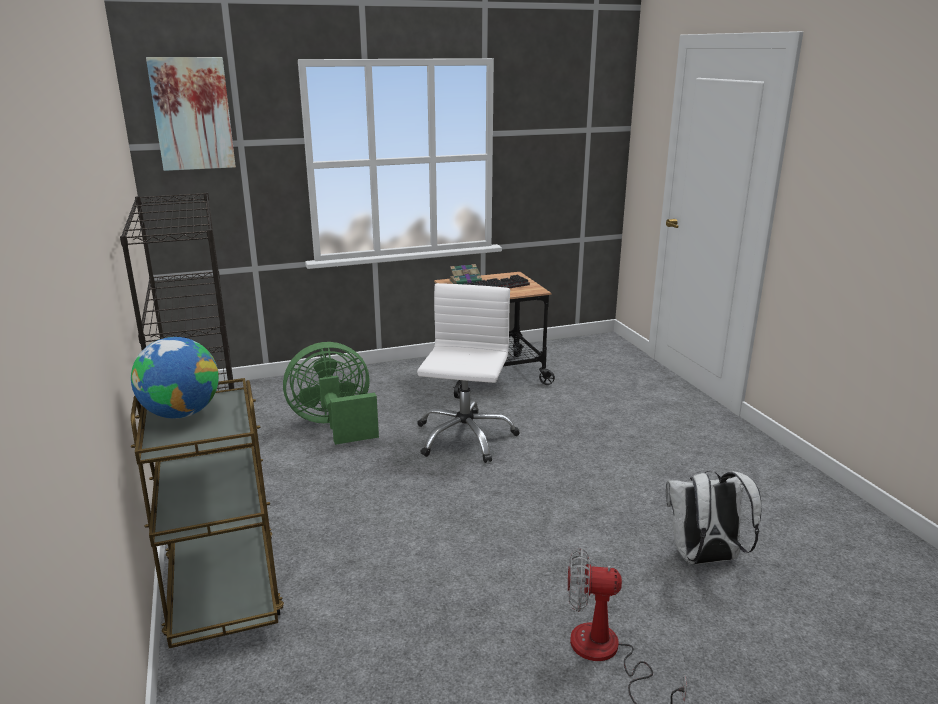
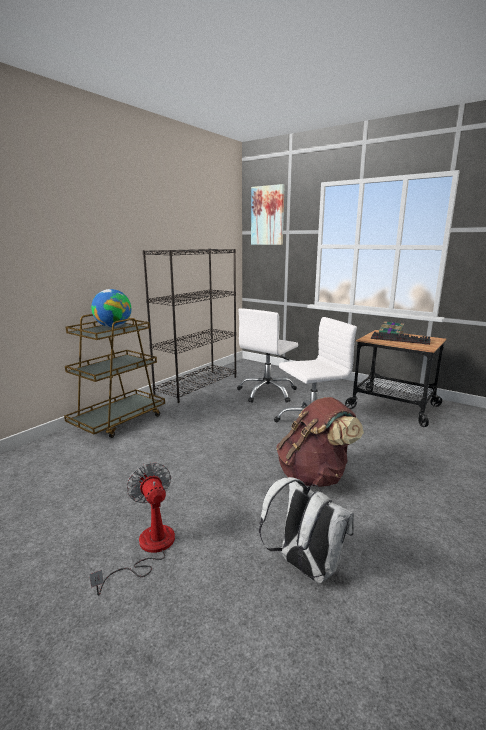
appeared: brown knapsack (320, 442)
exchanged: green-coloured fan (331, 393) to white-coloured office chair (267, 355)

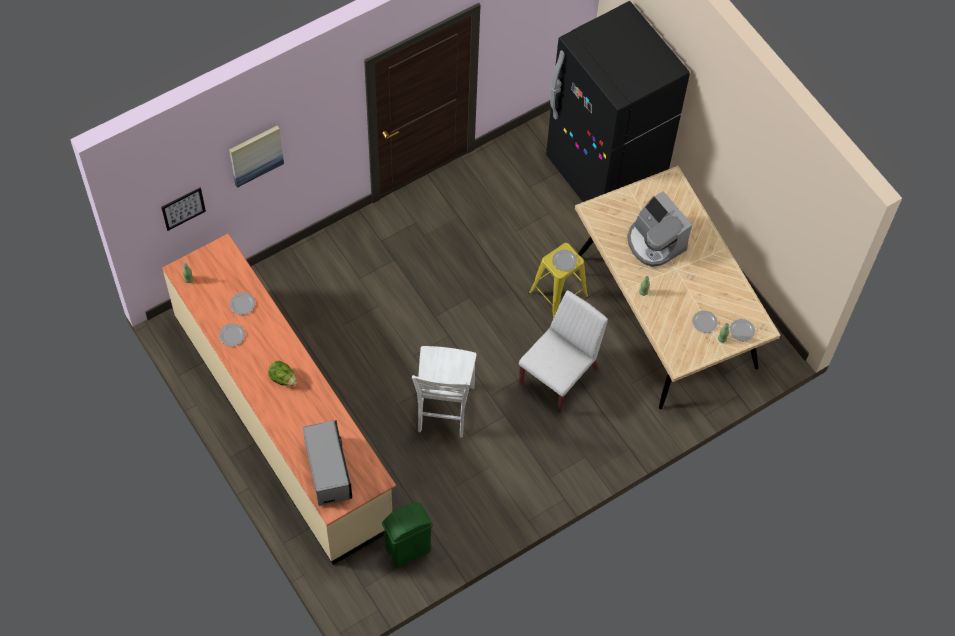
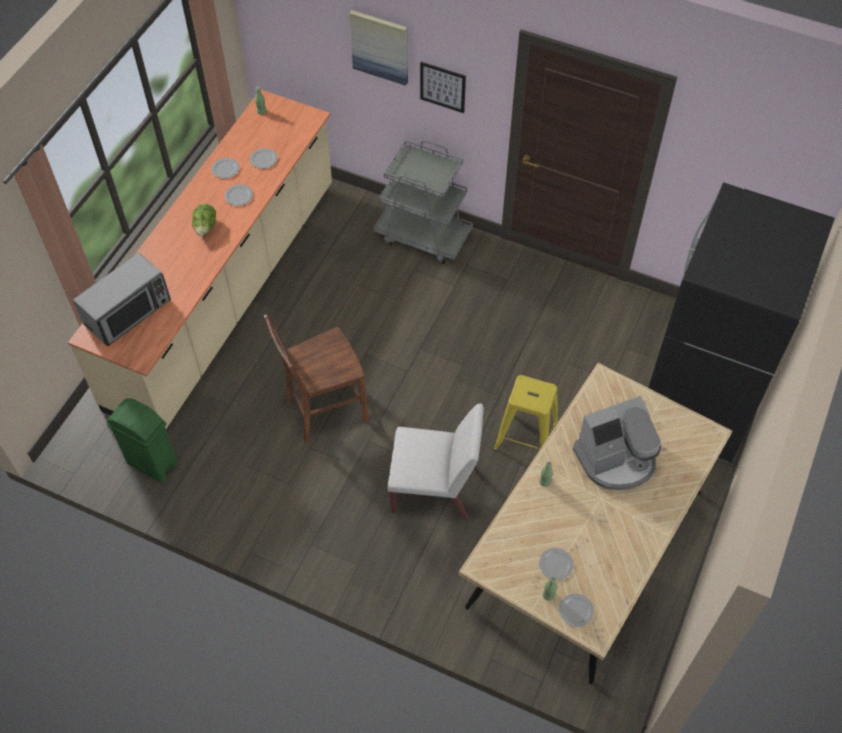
appeared: gray cart (423, 202)
relocated: flat dish (564, 260) to (239, 195); wall picture (183, 209) to (443, 87)
colour: white-coloured upright chair (444, 392) to brown upright chair (316, 378)
spun: coffee brewer (659, 229) = (617, 443) 135 degrees counterclockwise

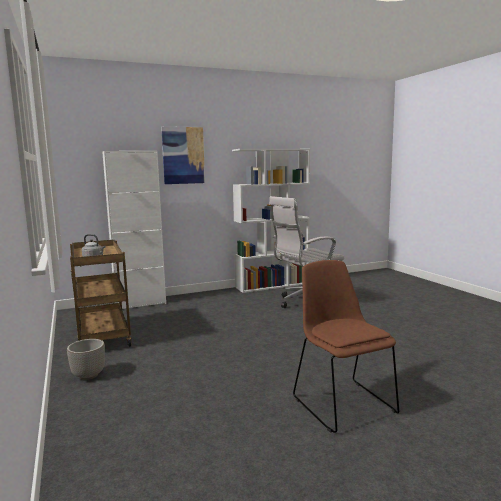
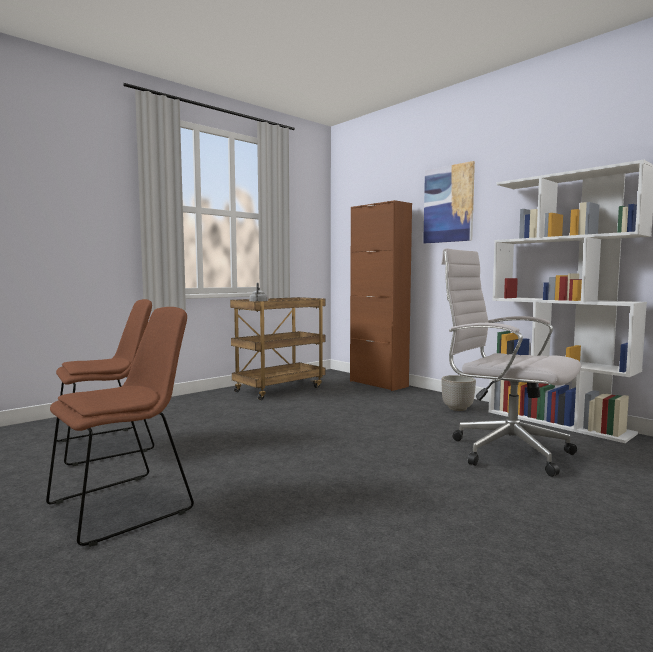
appeared: brown upright chair (105, 382)
relocated: flower pot (86, 359) to (458, 393)
colour: white-coloured cupboard (134, 230) to brown cupboard (381, 295)

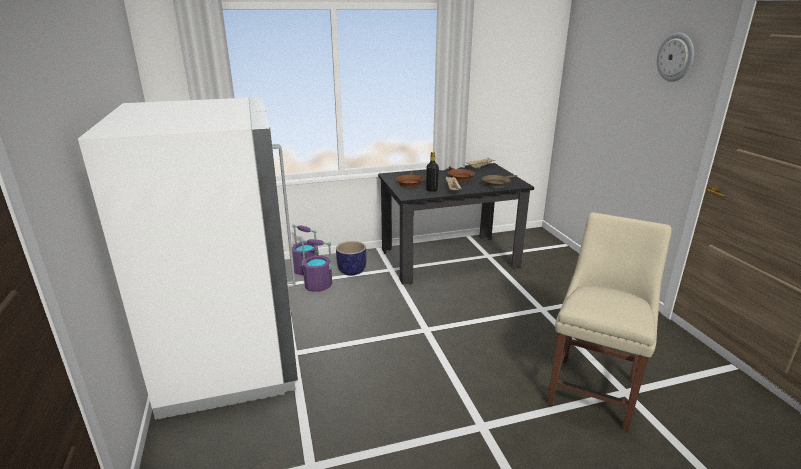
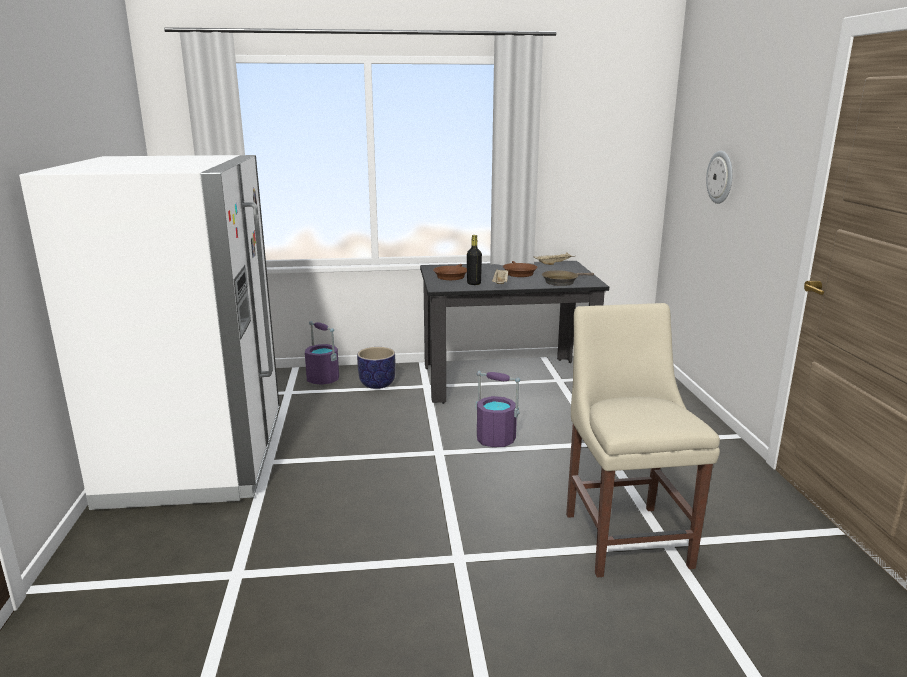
relocated: purple bucket (316, 265) to (498, 409); wall clock (675, 57) to (719, 177)
spun: beige-coloured upright chair (609, 322) = (643, 440) 45 degrees counterclockwise

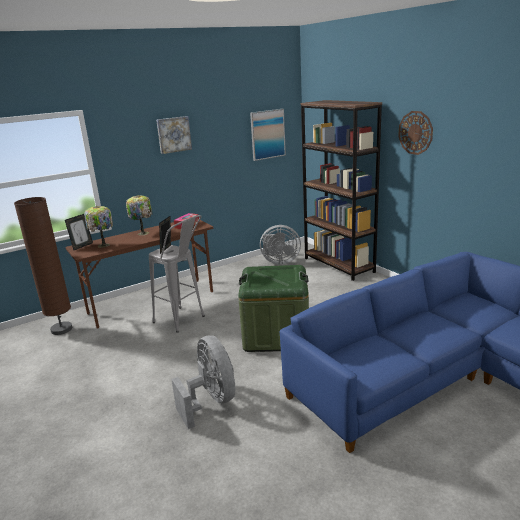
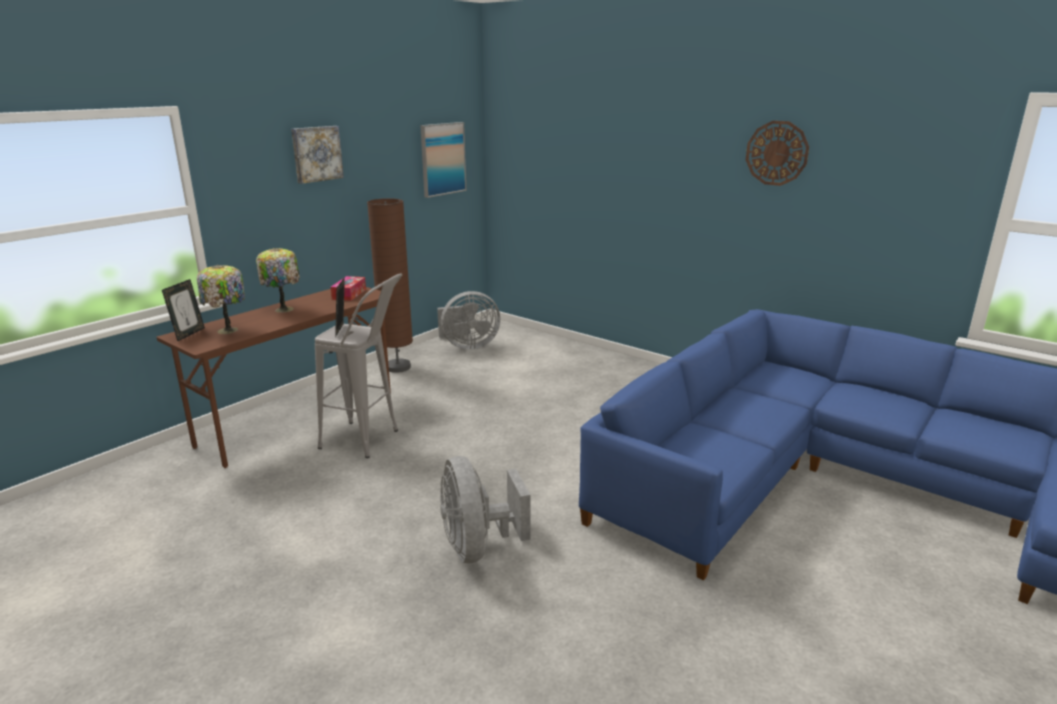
missing: green-coloured storage box (273, 308); brown shelving unit (341, 190)
relocated: brown standard lamp (43, 266) to (390, 285); wall clock (415, 133) to (777, 153)
spun: gray fan (203, 382) = (485, 509) 150 degrees counterclockwise

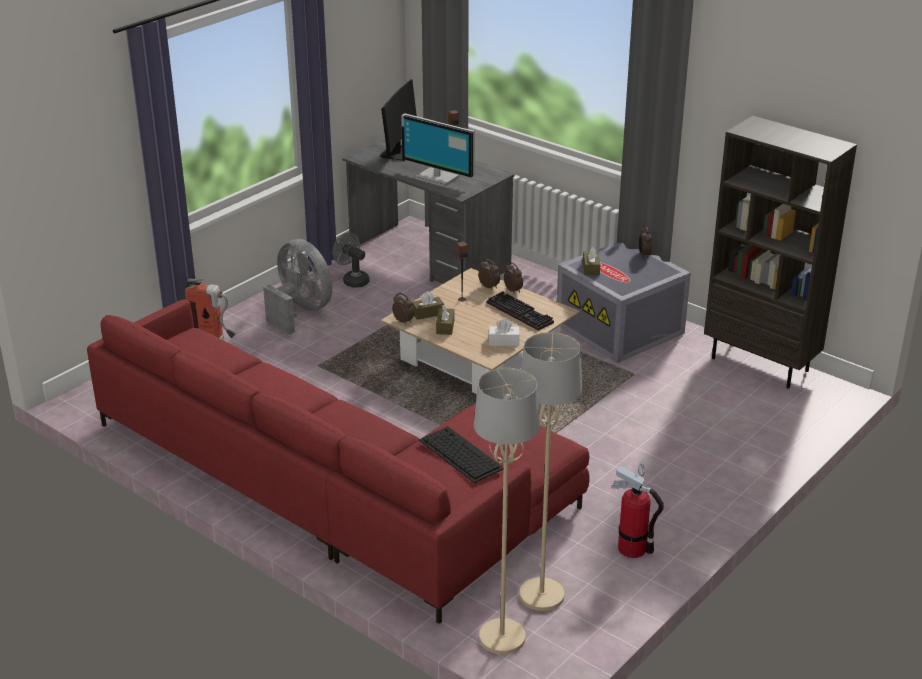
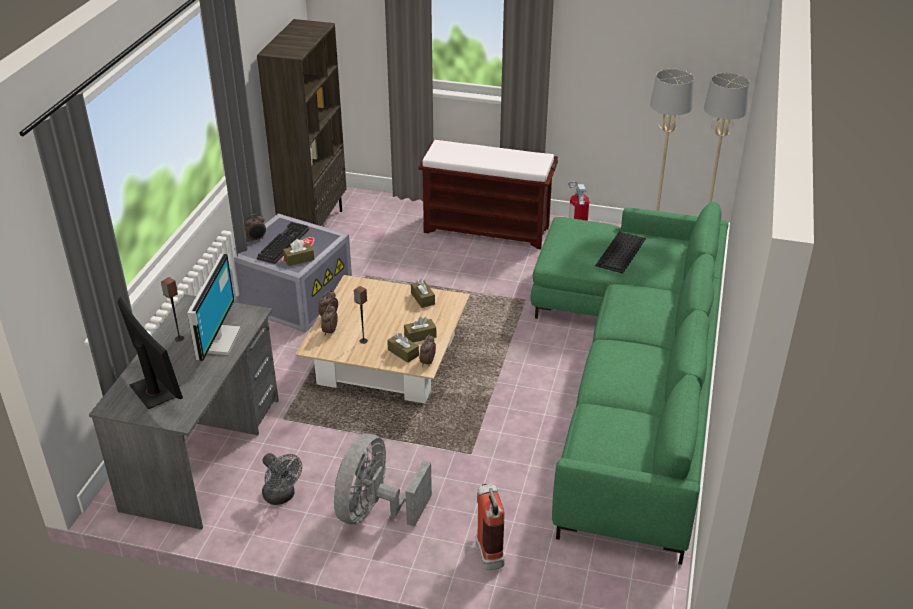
appeared: brown long seat (488, 194)
relocated: keyboard (520, 310) to (283, 243)
colour: white-coloured tissue holder (504, 332) to brown tissue holder (423, 294); red sofa (338, 461) to green-coloured sofa (629, 383)
spun: computer display (398, 120) = (150, 353) 60 degrees clockwise; gray fan (351, 260) = (282, 479) 60 degrees counterclockwise

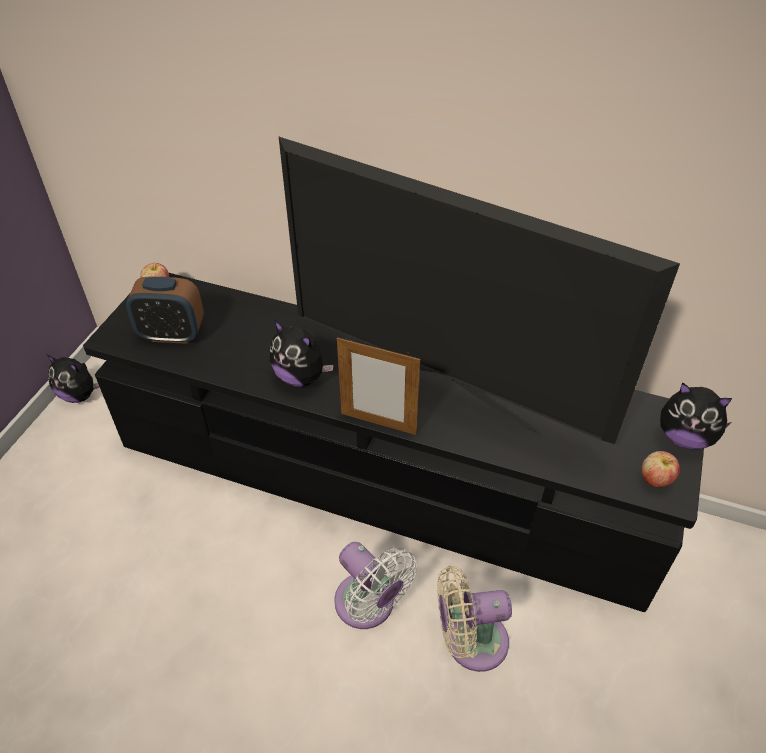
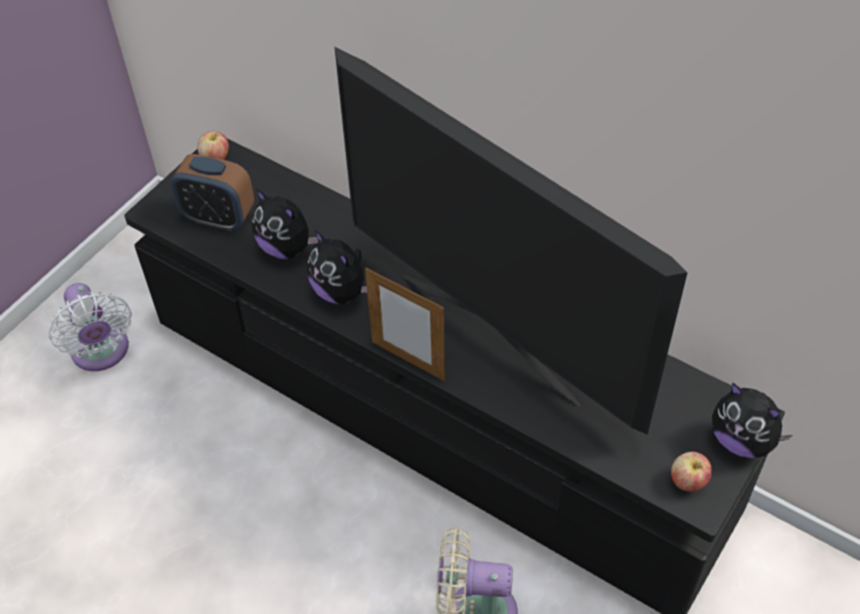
relocated: white-coloured fan (375, 585) to (90, 327); soft toy (73, 378) to (285, 224)

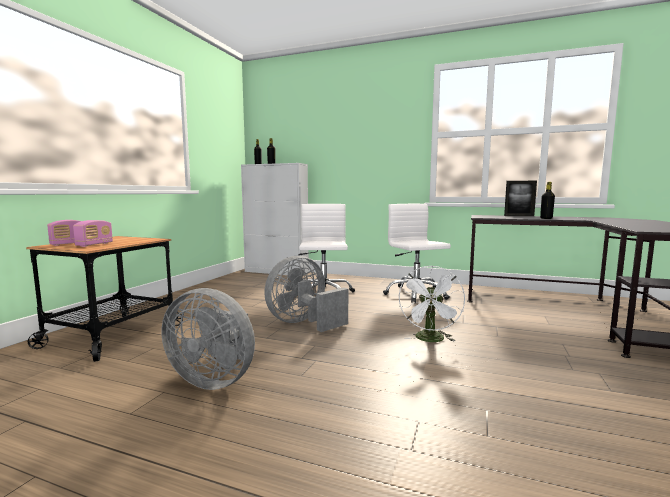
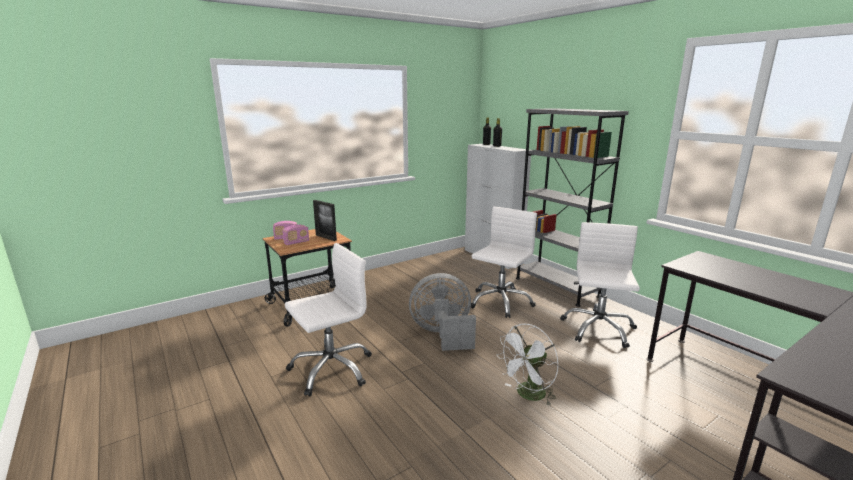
missing: black-coloured beverage bottle (547, 200)
appeared: gray shelving unit (572, 207)
relocated: standing frame (520, 198) to (325, 220)
exchanged: gray fan (208, 339) to white-coloured office chair (328, 319)

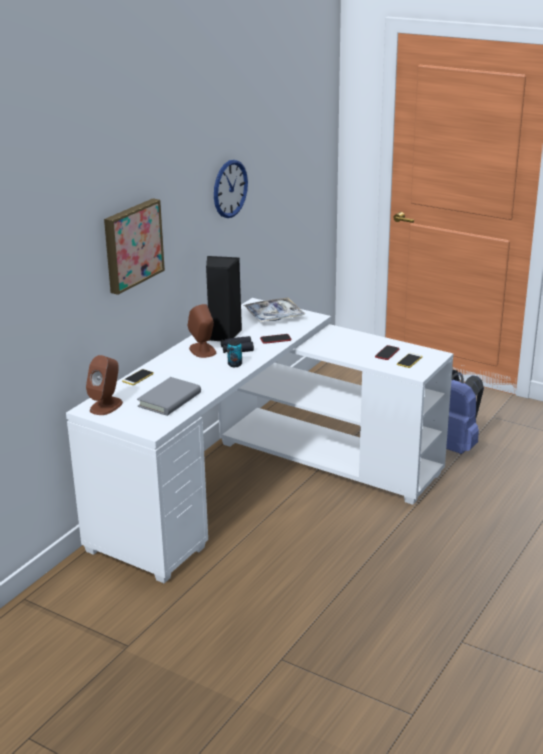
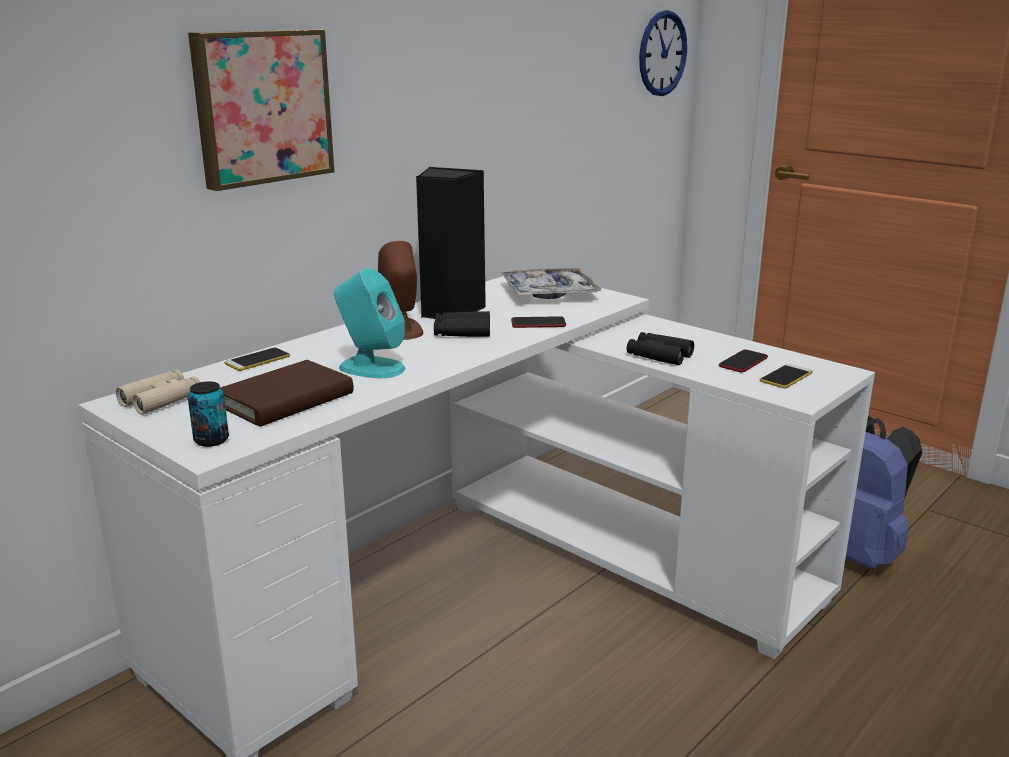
appeared: blue-green audio speaker (369, 323); black-coloured pair of binoculars (660, 348)
relocated: can (234, 353) to (208, 414); wall clock (231, 189) to (663, 53)
exchanged: brown audio speaker (104, 385) to beige-coloured pair of binoculars (158, 392)
colour: gray book (169, 396) to brown book (287, 393)

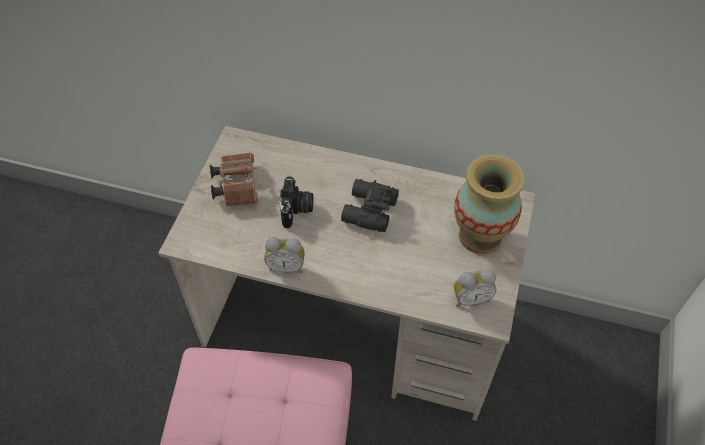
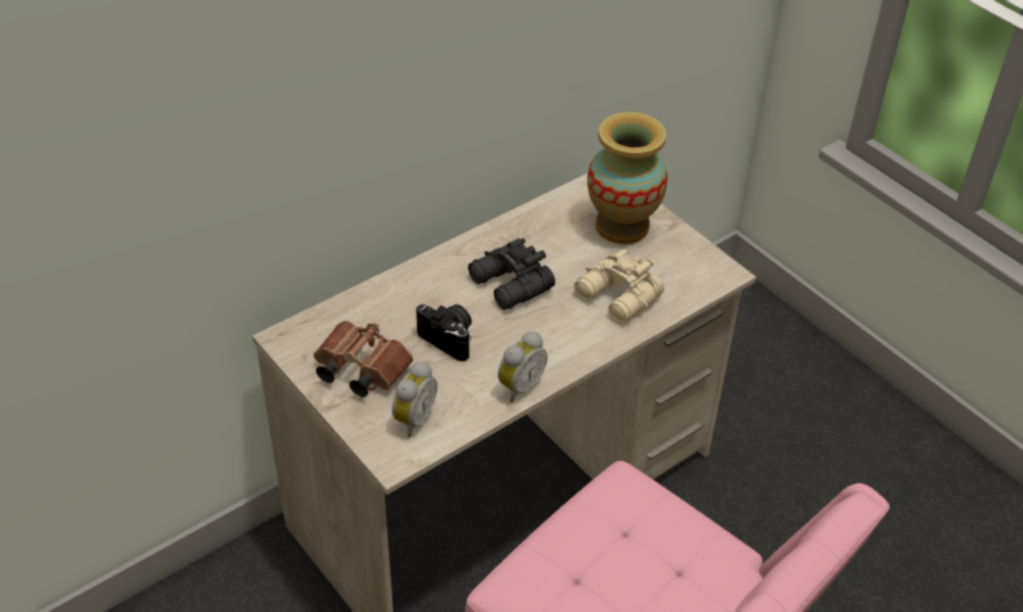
appeared: beige-coloured pair of binoculars (619, 286)
relocated: table clock (475, 288) to (414, 399)

